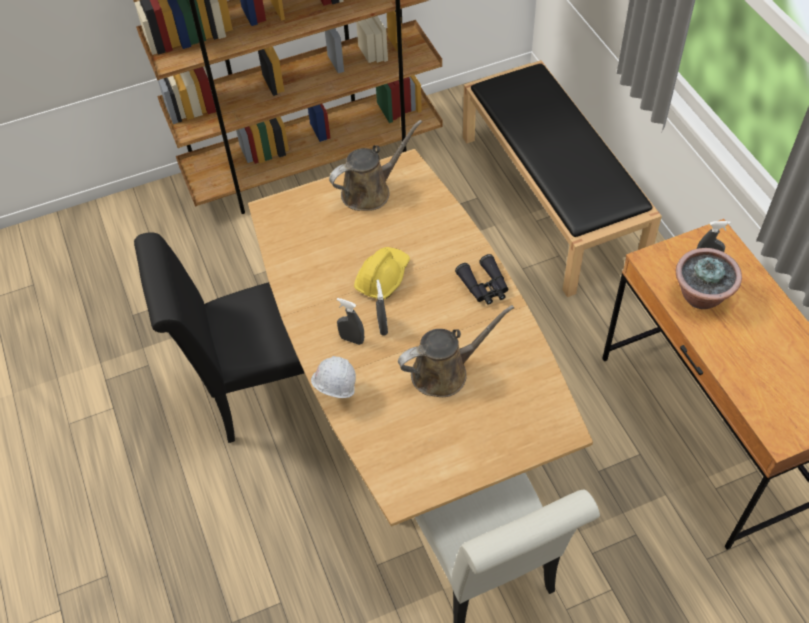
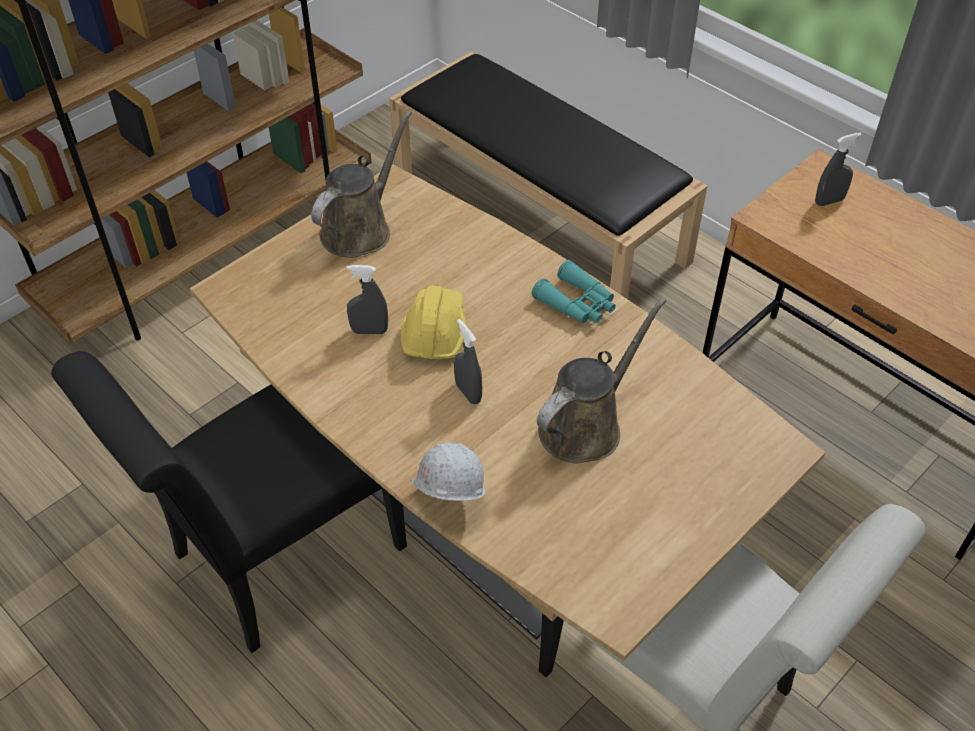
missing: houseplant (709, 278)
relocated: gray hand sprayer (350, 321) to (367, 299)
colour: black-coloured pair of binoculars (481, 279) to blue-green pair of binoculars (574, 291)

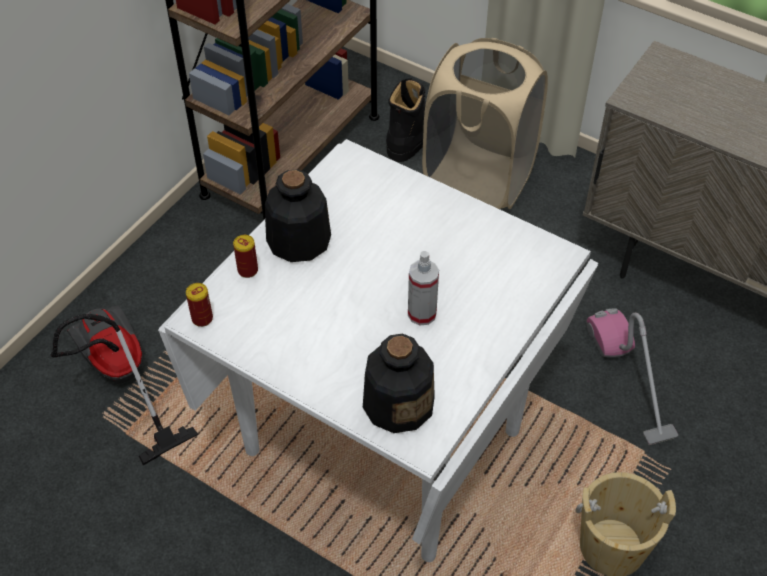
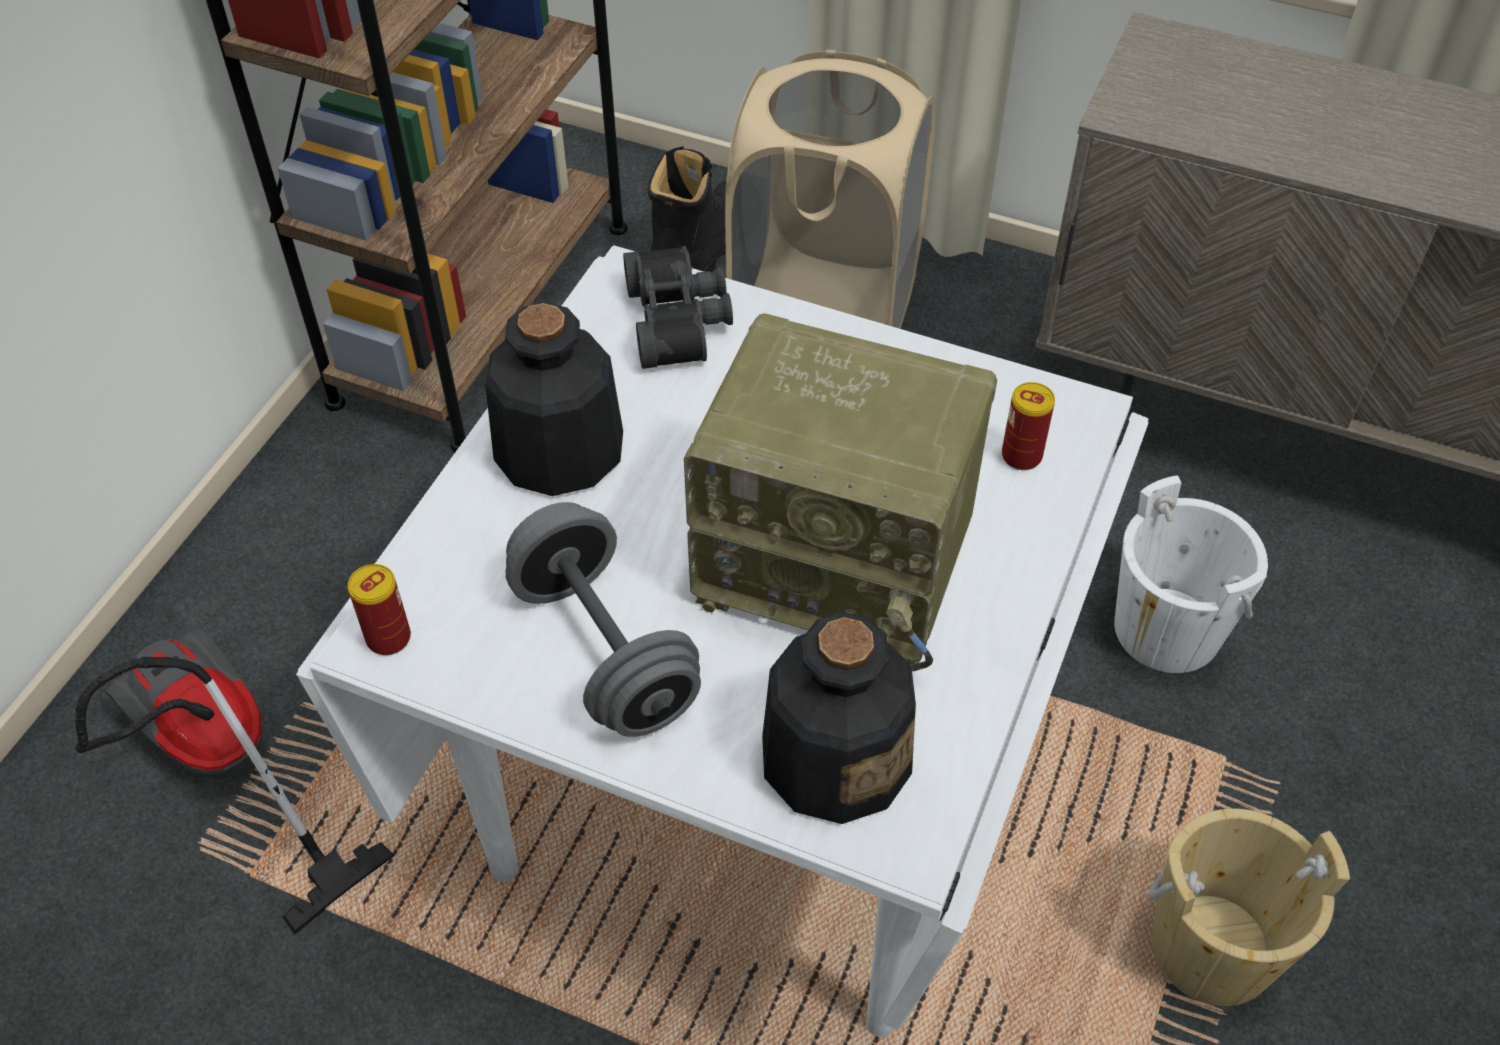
appeared: gray hand weight (603, 619); black-coloured pair of binoculars (678, 307)
relocated: can (245, 256) to (1028, 426)
exchanged: hand sprayer (423, 288) to radio set (840, 492); vacuum cleaner (632, 376) to white-coloured bucket (1191, 574)

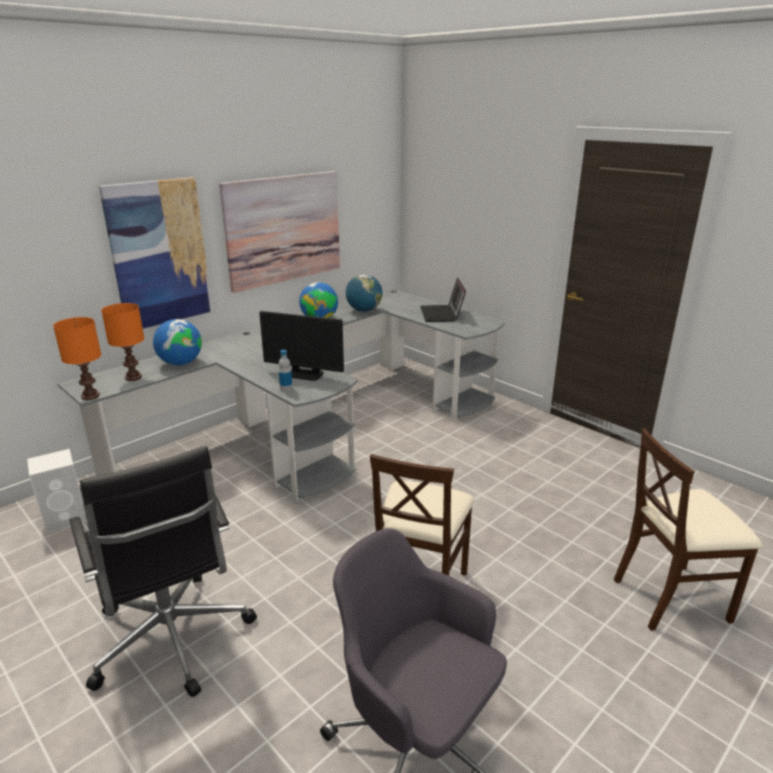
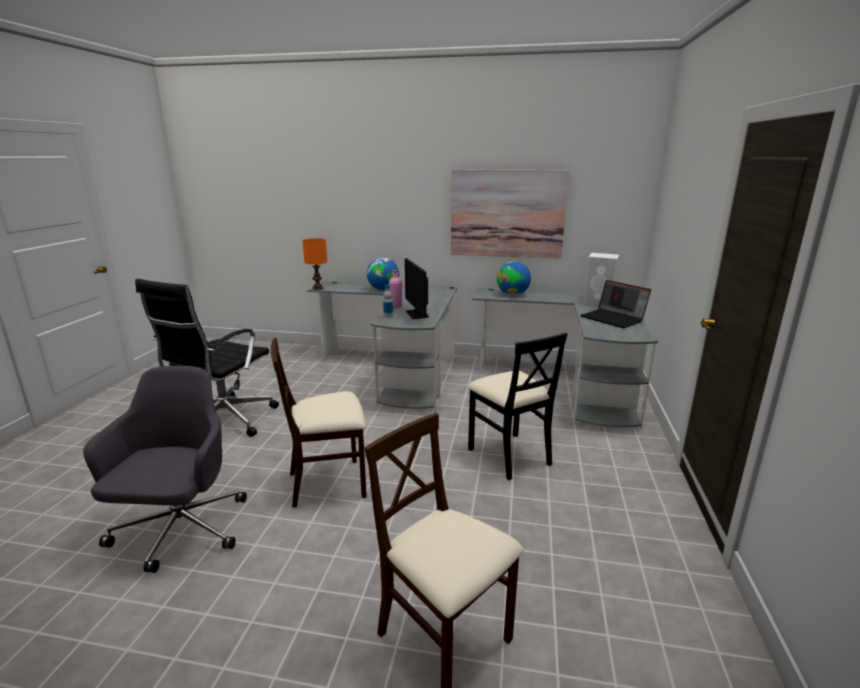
missing: wall picture (155, 253); orangey table lamp (122, 342); desk globe (364, 293)
appeared: pink-coloured beverage bottle (395, 288); black-coloured upright chair (518, 406)
relocated: white-coloured audio speaker (57, 491) to (601, 279)
spun: laptop (443, 300) = (616, 304) 90 degrees counterclockwise

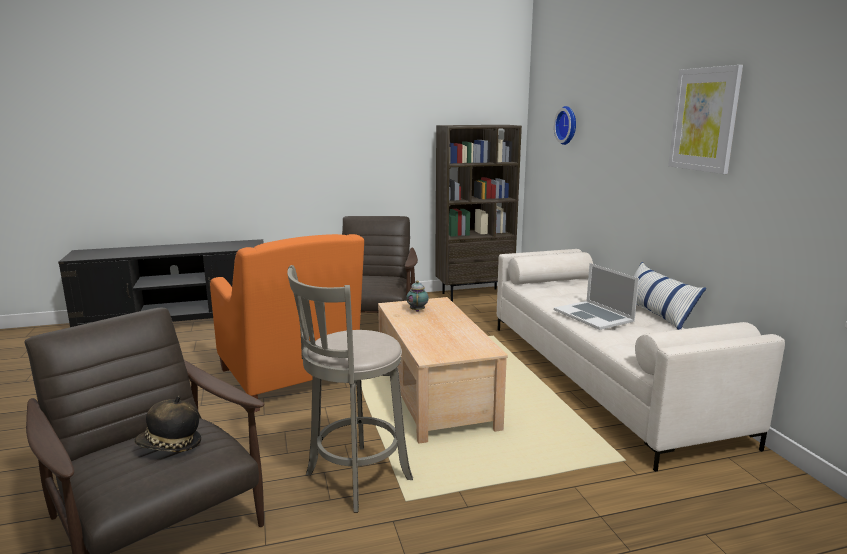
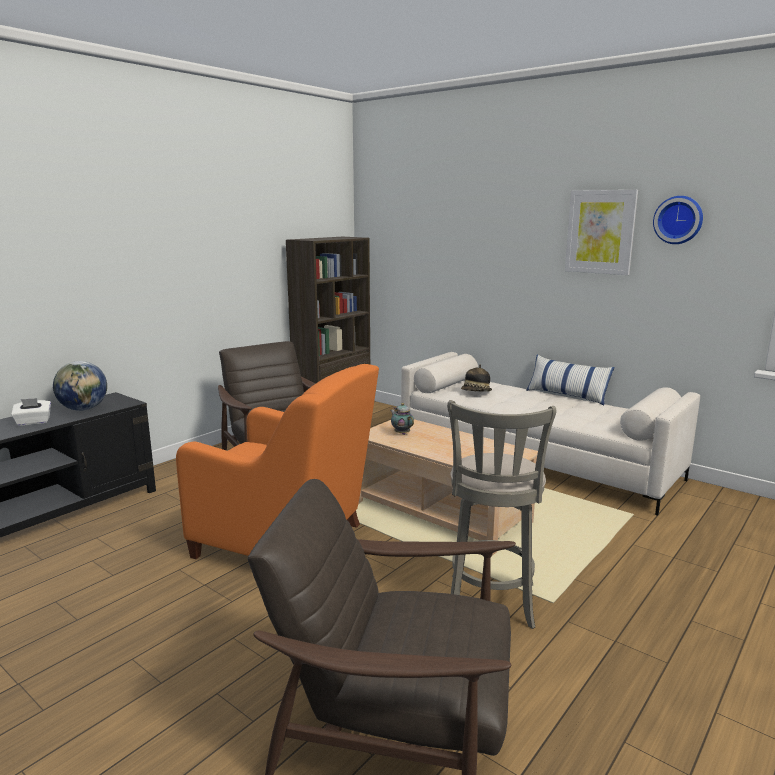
missing: laptop (596, 296)
appeared: white-coloured tissue holder (31, 412); desk globe (80, 386)
relocated: wearable hat (167, 424) to (476, 378); wall clock (565, 125) to (678, 220)

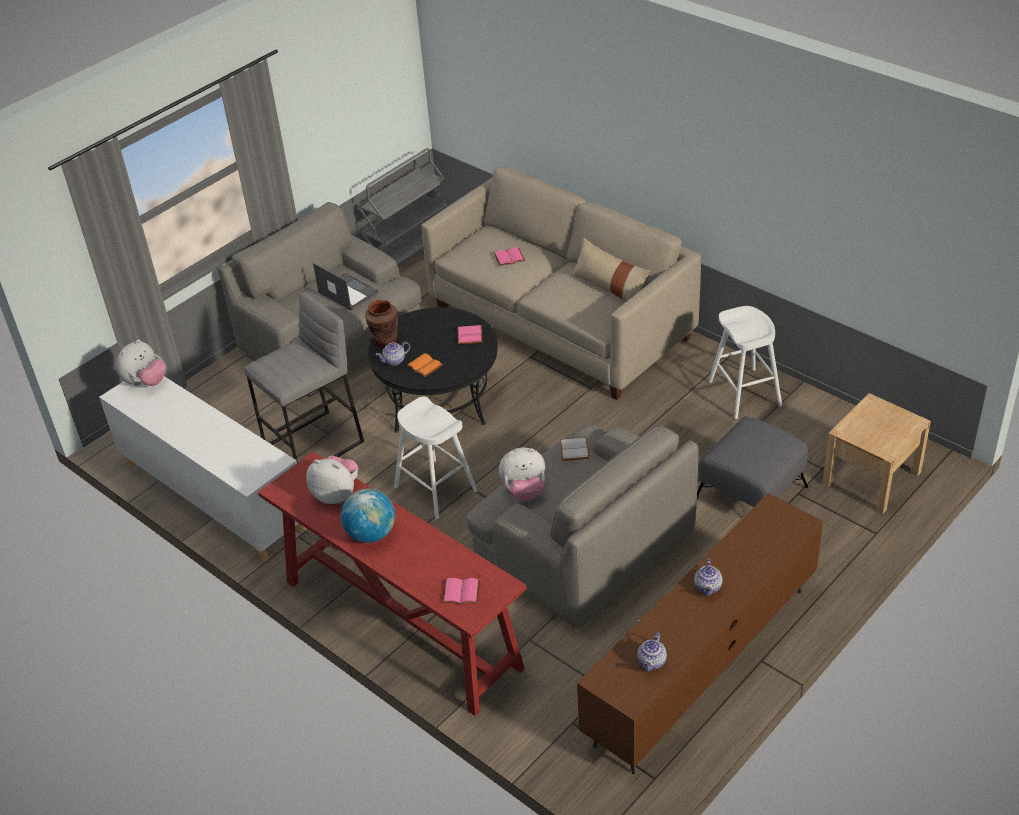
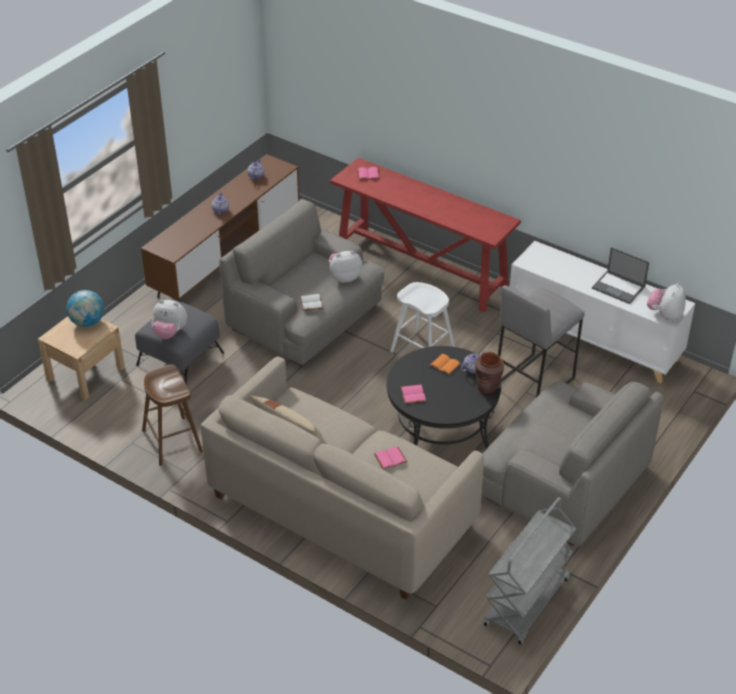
relocated: desk globe (368, 515) to (85, 308); soft toy (332, 480) to (169, 319); laptop (346, 287) to (620, 275)
colour: white-coloured stool (745, 362) to brown stool (172, 415)

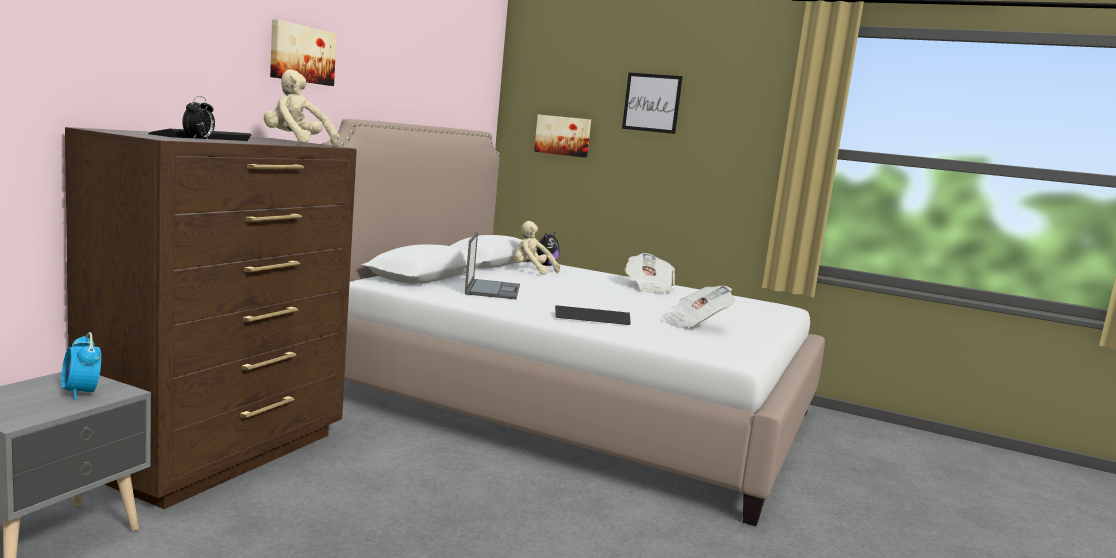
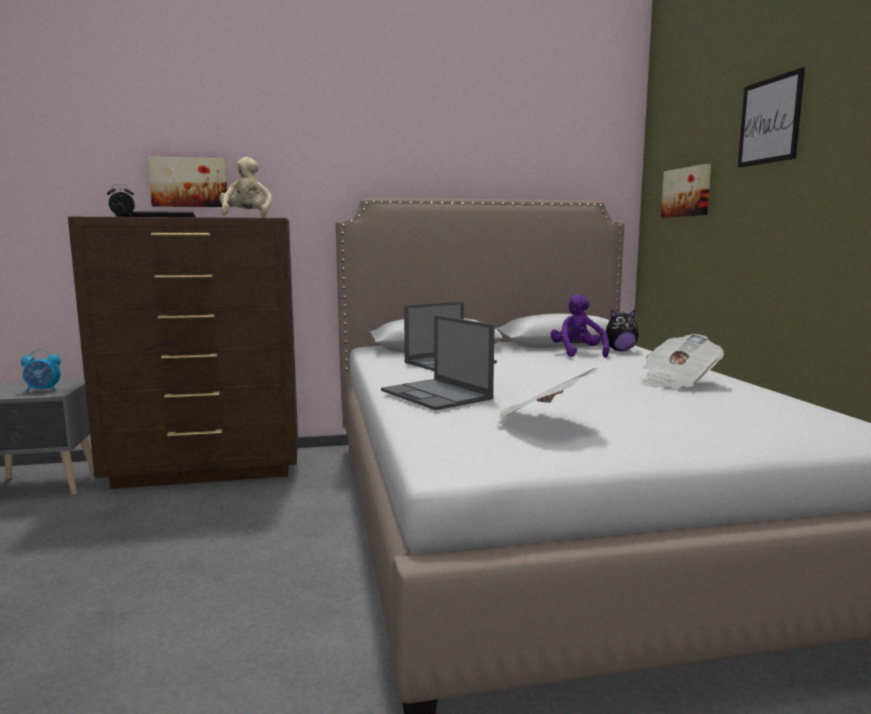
relocated: wall picture (303, 52) to (187, 182)
exchanged: keyboard (592, 315) to laptop (438, 362)
colour: beige-coloured soft toy (537, 248) to purple soft toy (579, 326)
spun: table clock (81, 366) = (41, 371) 120 degrees counterclockwise

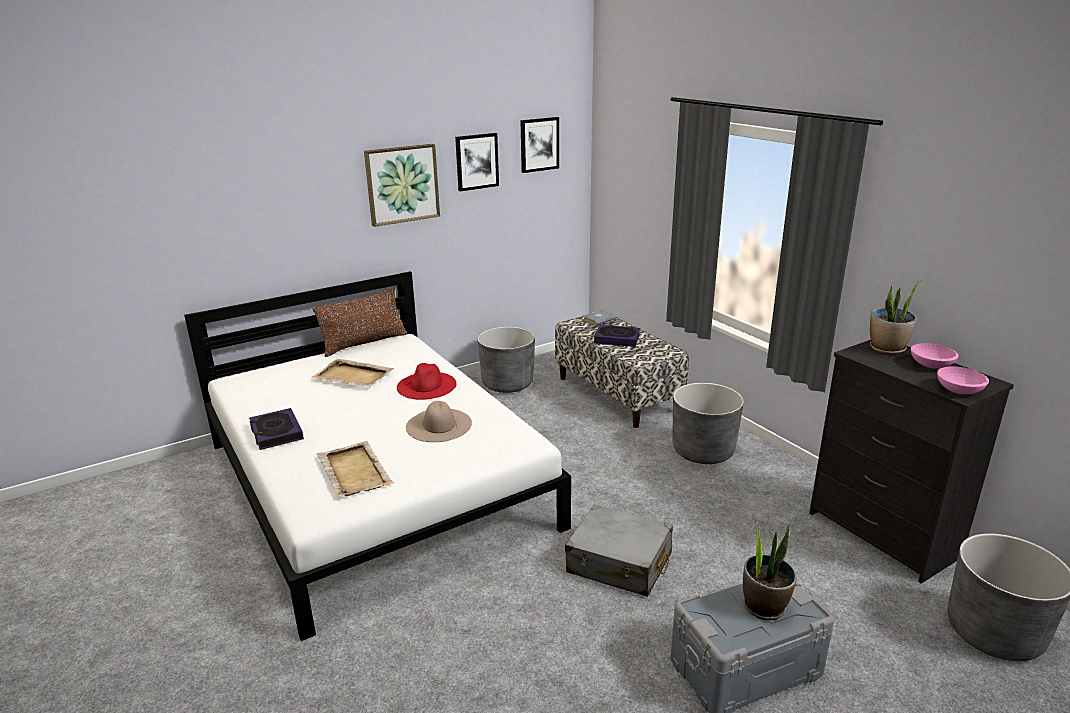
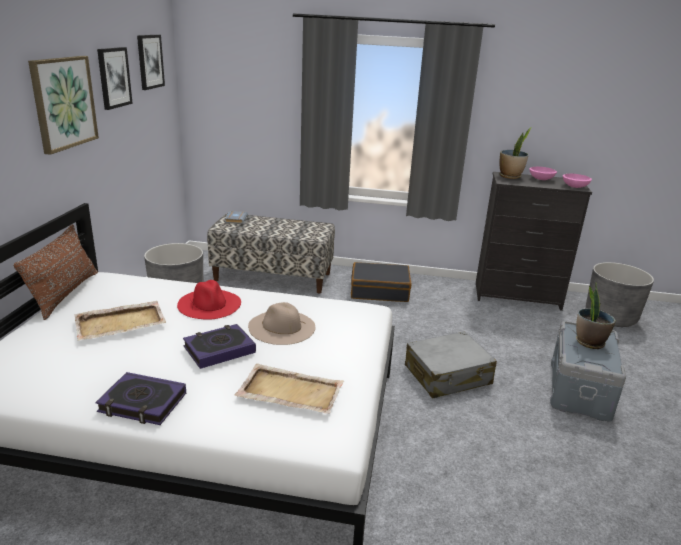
relocated: book (617, 335) to (219, 346)
exchanged: gray flower pot (708, 423) to black-coloured piece of luggage (381, 282)

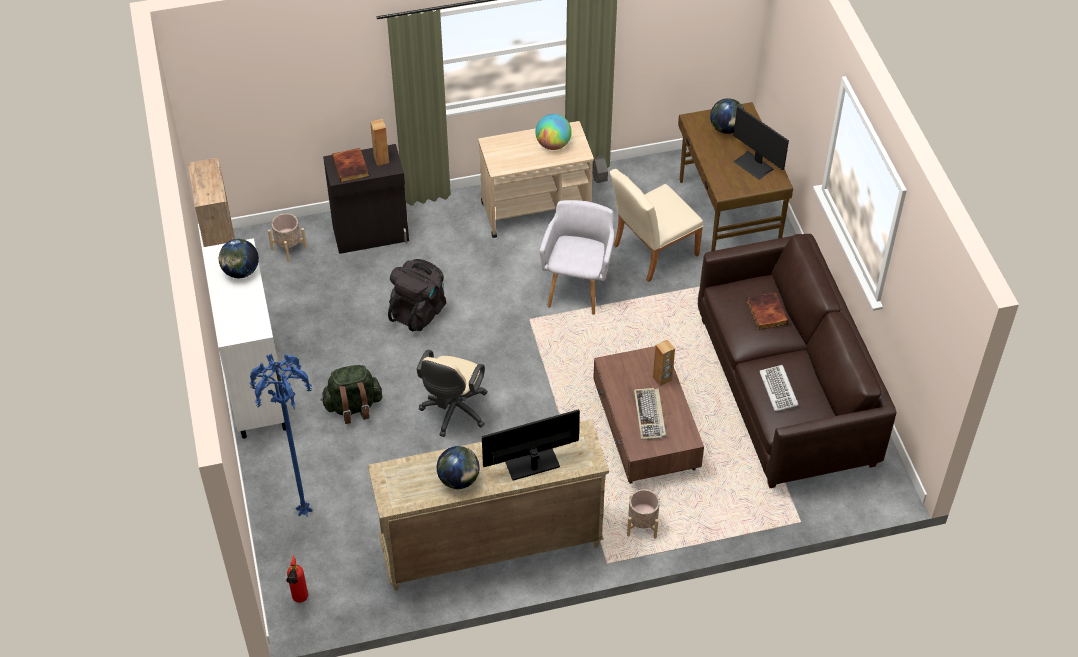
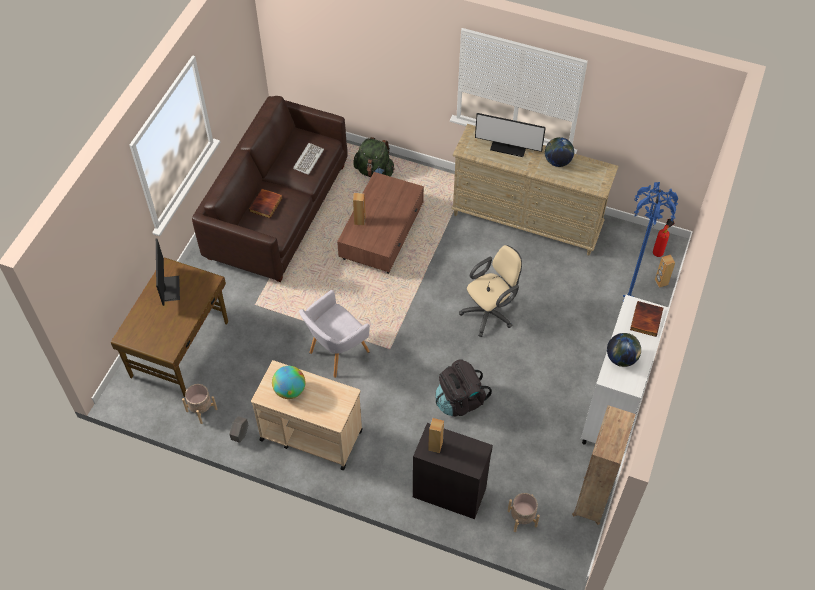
missing: beige-coloured upright chair (656, 225); keyboard (650, 414); desk globe (727, 116)
appeared: brown audio speaker (665, 271)
relocated: beige-coloured flower pot (643, 514) to (199, 404); green-coloured knapsack (351, 394) to (374, 157); book (350, 165) to (646, 319)

